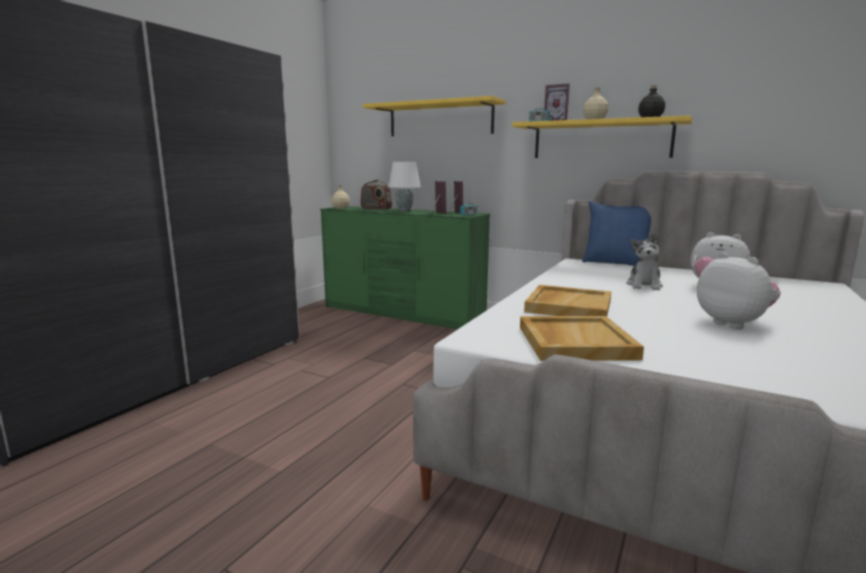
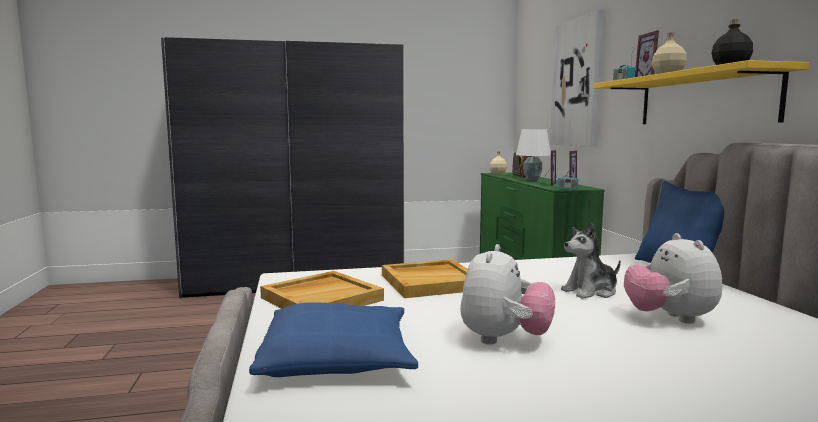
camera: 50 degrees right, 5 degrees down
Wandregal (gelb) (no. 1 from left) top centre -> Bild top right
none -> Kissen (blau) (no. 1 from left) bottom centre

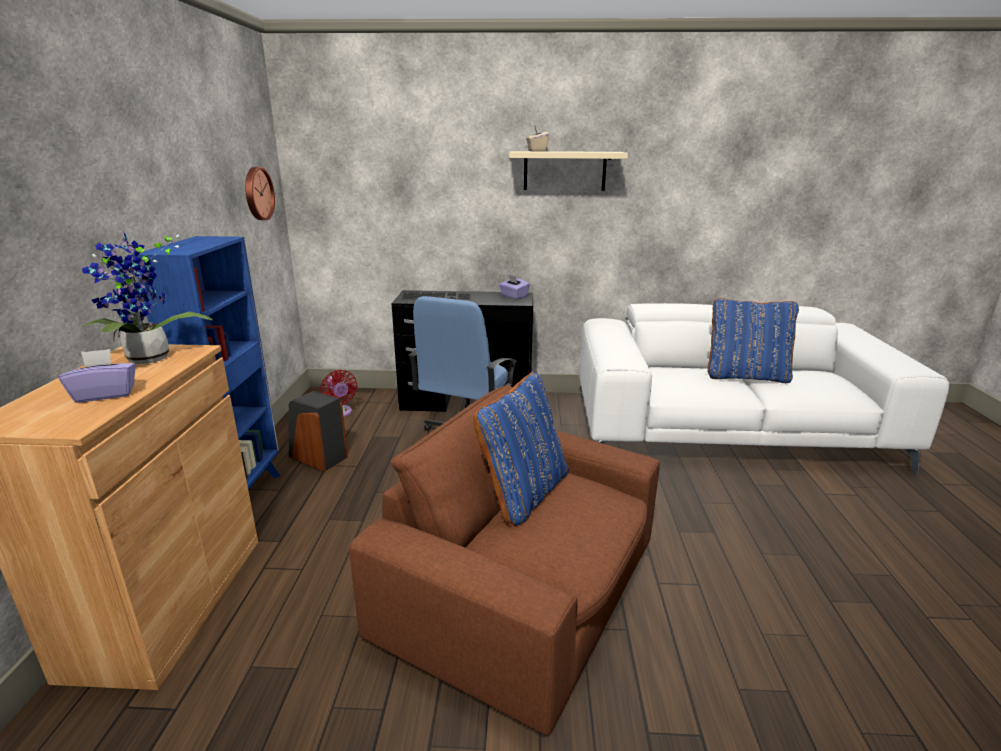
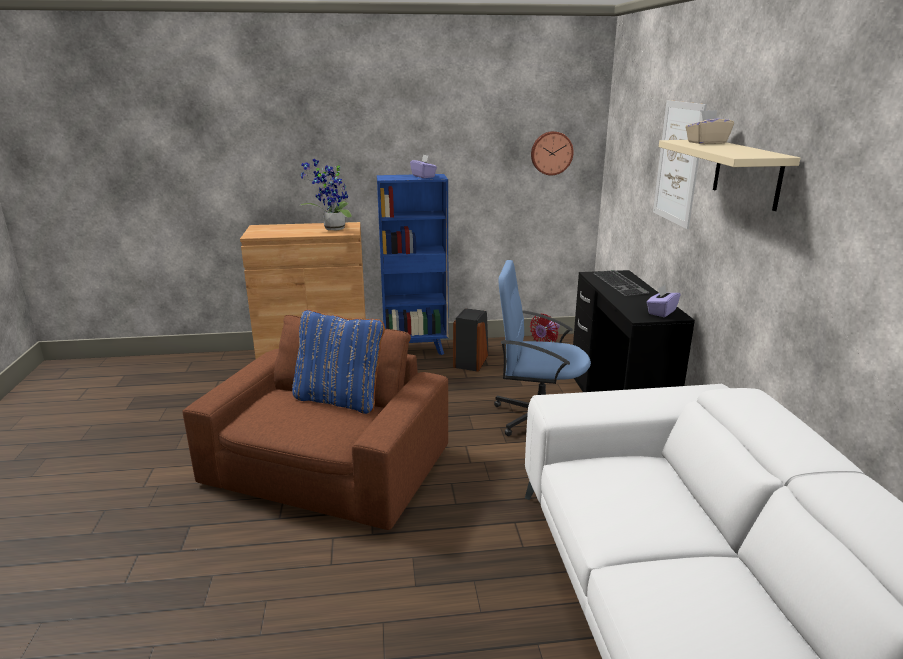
camera: 80 degrees right, 0 degrees up
Taschentuchbox (lila) (no. 1 from left) middle left -> Taschentuchbox (lila) (no. 1 from left) top centre, relocated
Kissen (blau) (no. 2 from left) middle right -> none
none -> Bild top right

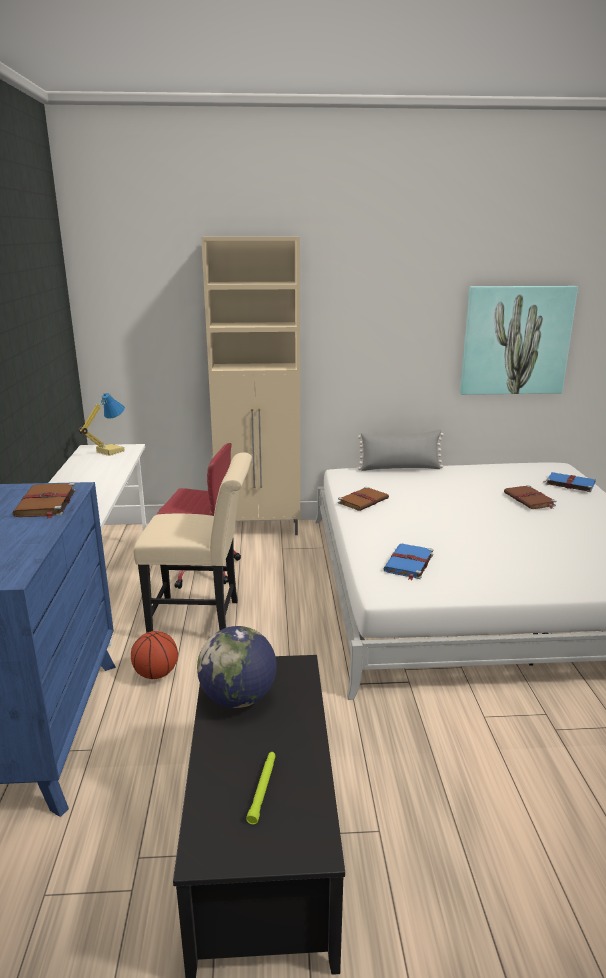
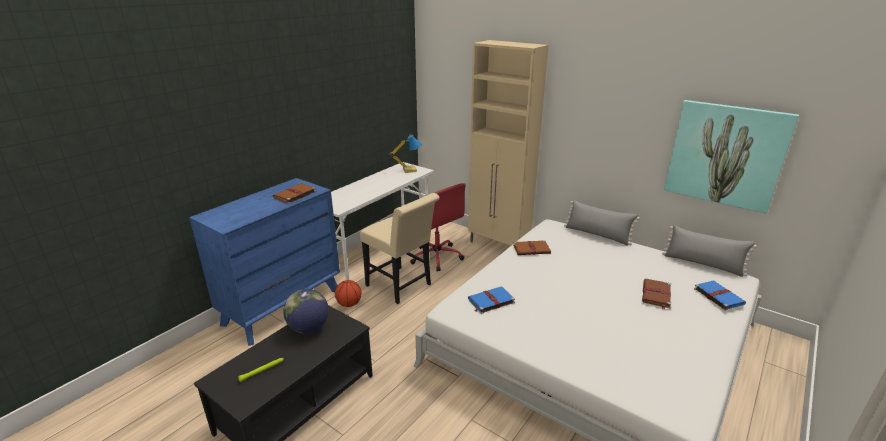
camera: 40 degrees right, 5 degrees up
none -> Kissen (grau) (no. 2 from left) middle right

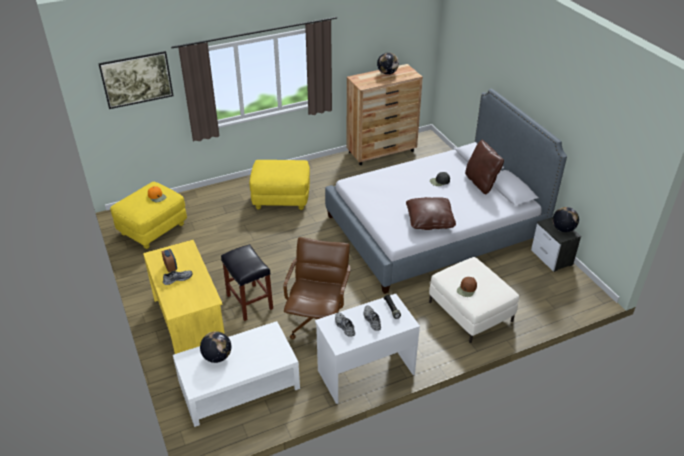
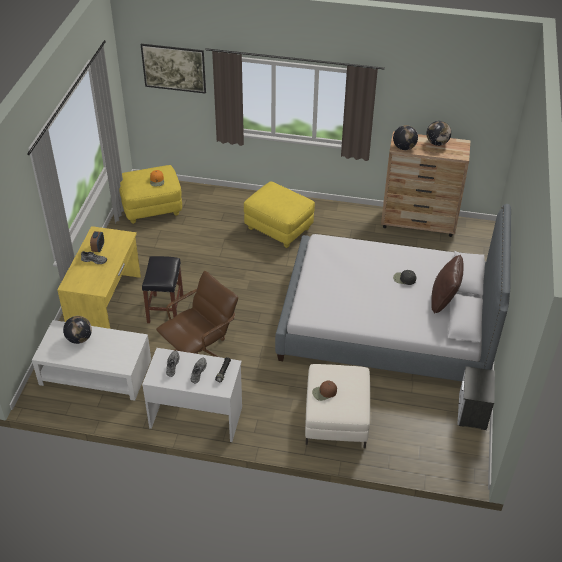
camera: 35 degrees right, 5 degrees up
Kissen (braun) (no. 1 from left) centre -> none
Globus (no. 3 from left in the first image) middle right -> Globus (no. 2 from left) top right, relocated

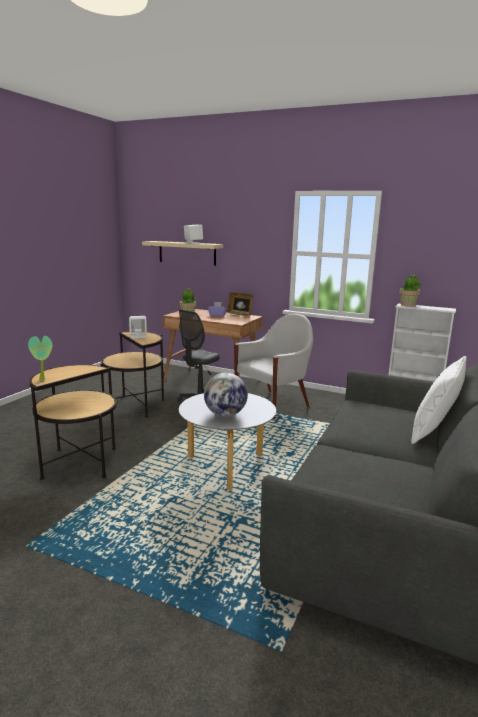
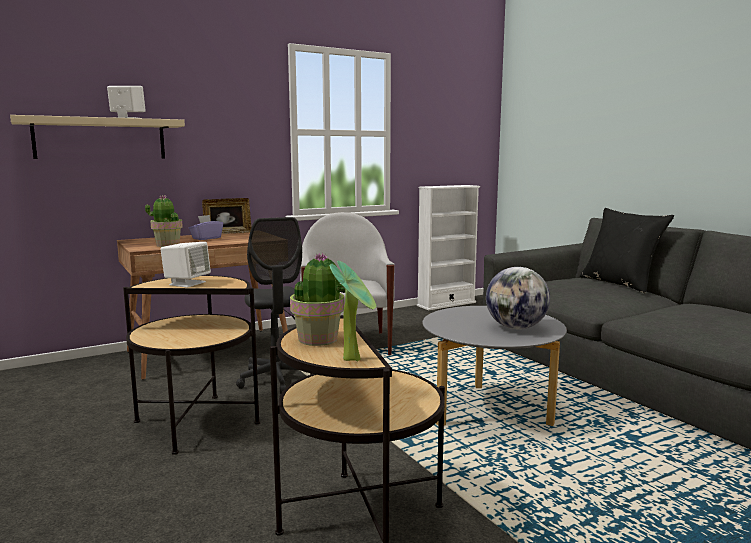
camera: 55 degrees left, 5 degrees down
Topfpflanze (no. 3 from left in the first image) middle right -> Topfpflanze (no. 2 from left) centre, relocated
Kissen (weiß) middle right -> Kissen (schwarz) middle right

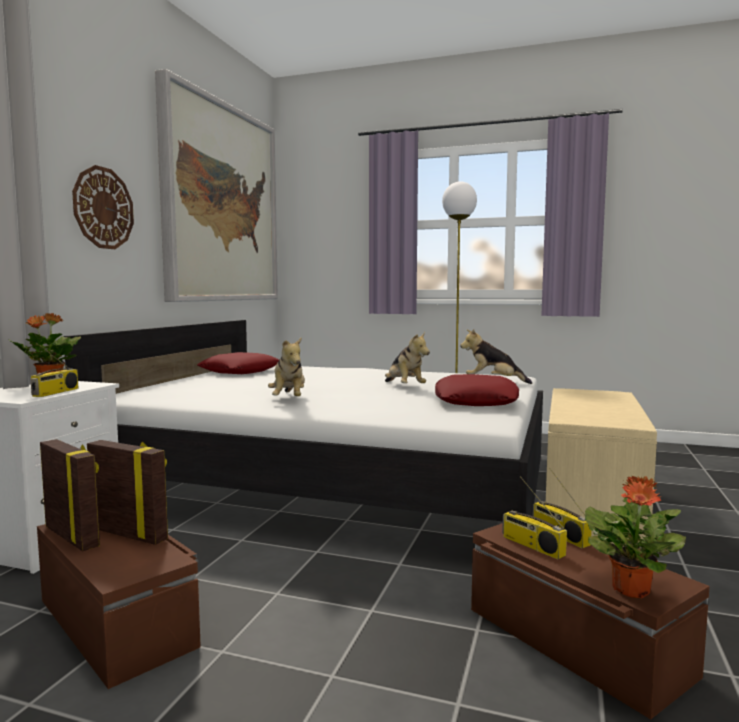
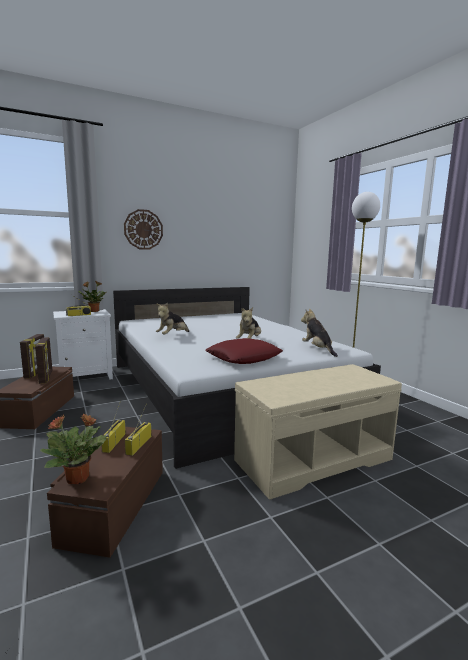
camera: 45 degrees right, 5 degrees up
Bild top left -> none
Kissen (rot) (no. 1 from left) middle left -> none

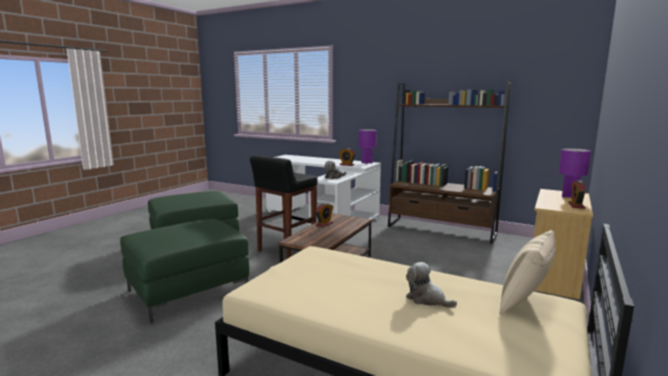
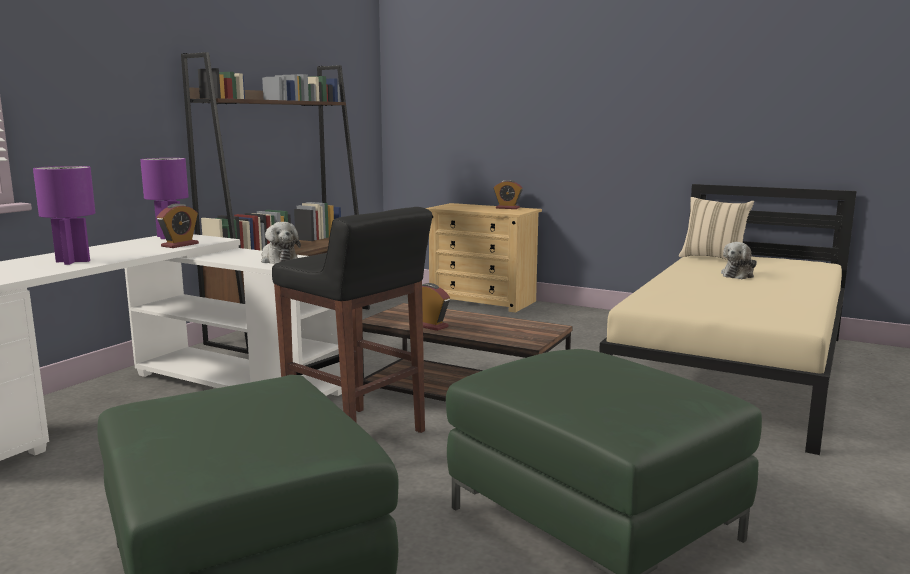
camera: 90 degrees left, 0 degrees up
Tischlampe (lila) (no. 2 from left in the first image) middle right -> Tischlampe (lila) (no. 1 from left) middle left, relocated

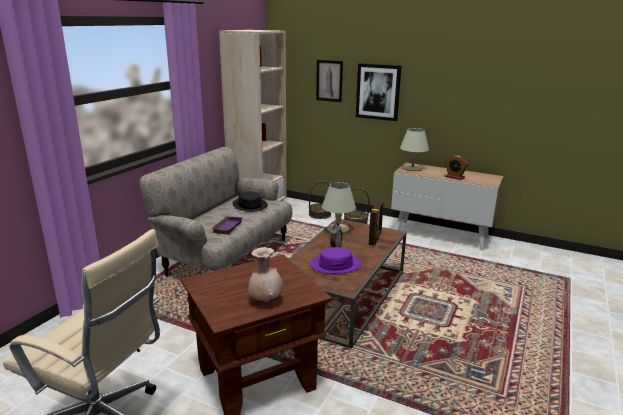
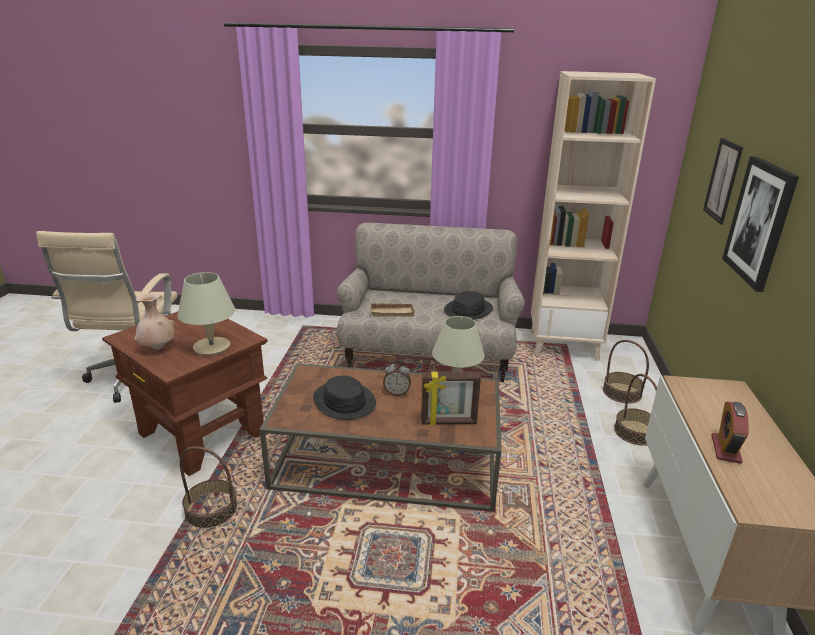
camera: 70 degrees right, 5 degrees up
Tablett (lila) centre -> Tablett (beige) centre
Hut (lila) centre -> Hut (schwarz) (no. 1 from left) centre
Tischlampe (beige) (no. 2 from left in the first image) centre -> Tischlampe (beige) (no. 1 from left) middle left, relocated
none -> Korb (no. 1 from left) bottom left

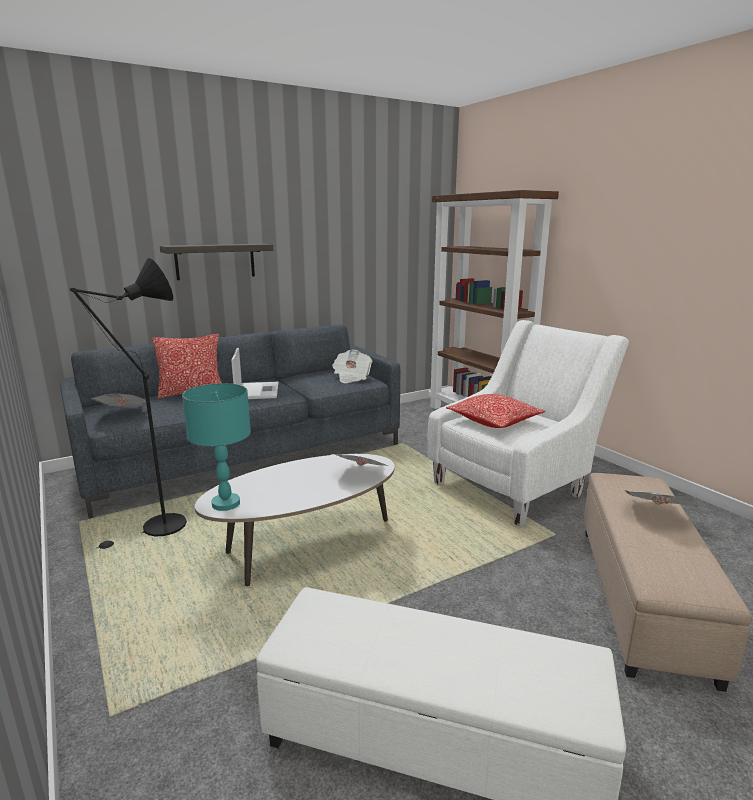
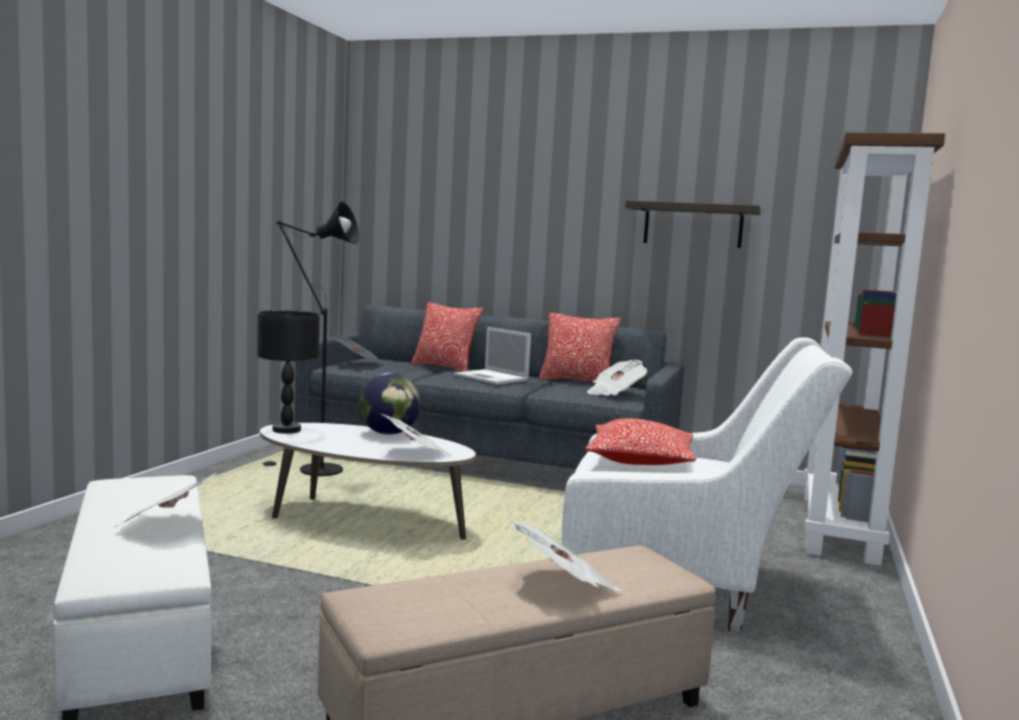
camera: 50 degrees right, 10 degrees down
Wandregal top left -> Wandregal top right, relocated
Tischlampe (türkis) middle left -> Tischlampe (schwarz) middle left
Laptop centre, 90 degrees clockwise
none -> Zeitung (no. 1 from left) bottom left
none -> Globus centre
none -> Kissen (no. 2 from left) centre

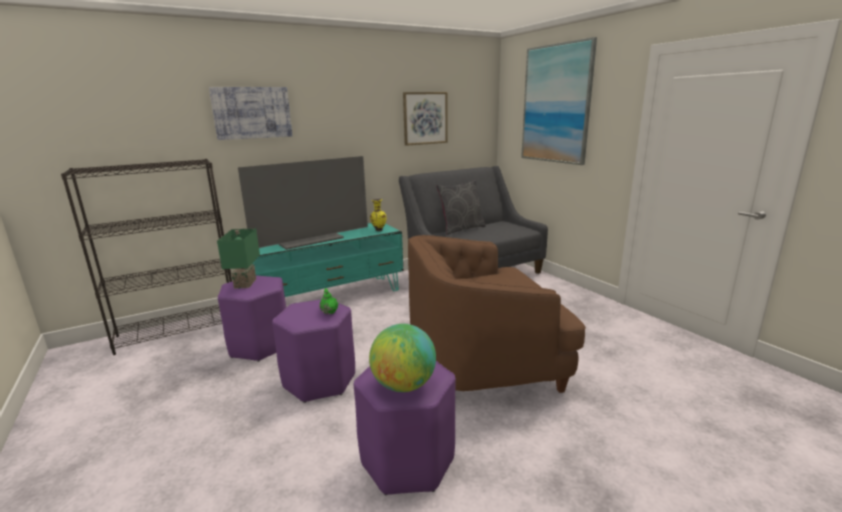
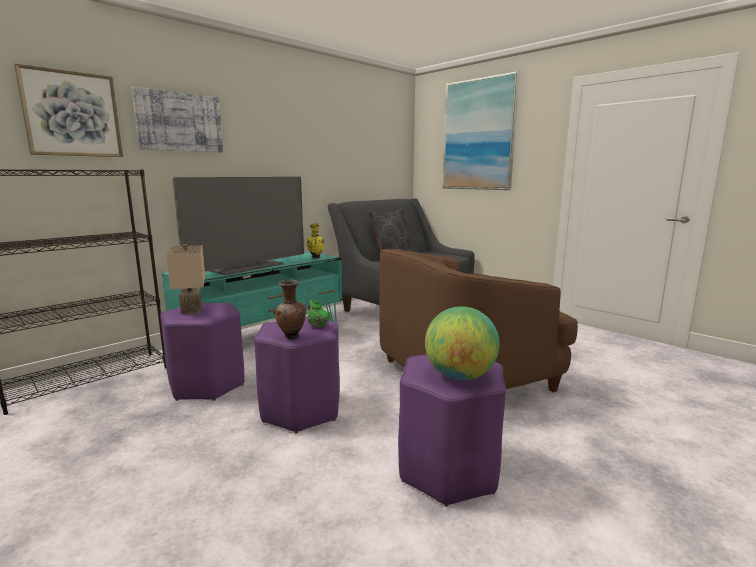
camera: 15 degrees left, 5 degrees down
Tischlampe (grün) middle left -> Tischlampe (beige) middle left
Bild (no. 2 from left in the first image) top centre -> Bild (no. 1 from left) top left, relocated
none -> Vase (braun) centre

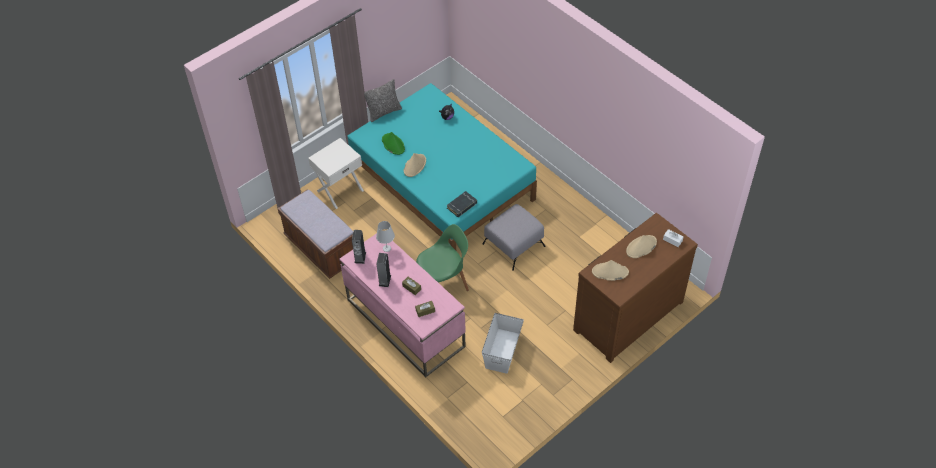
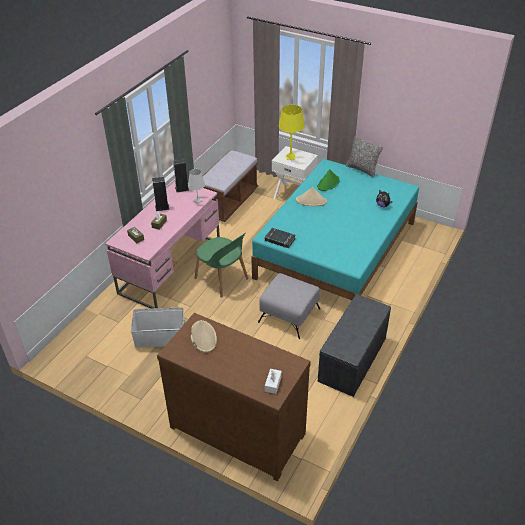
camera: 70 degrees right, 10 degrees down
Hut (beige) (no. 3 from left) middle right -> none
none -> Tischlampe (gelb) top centre
none -> Bank (grau) middle right

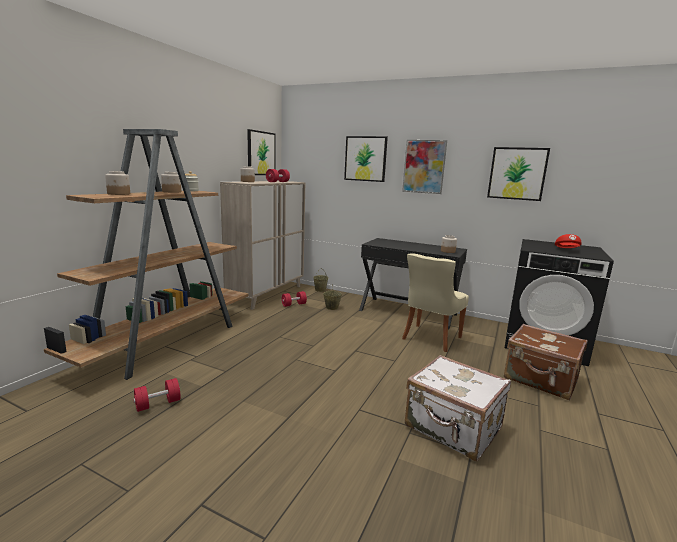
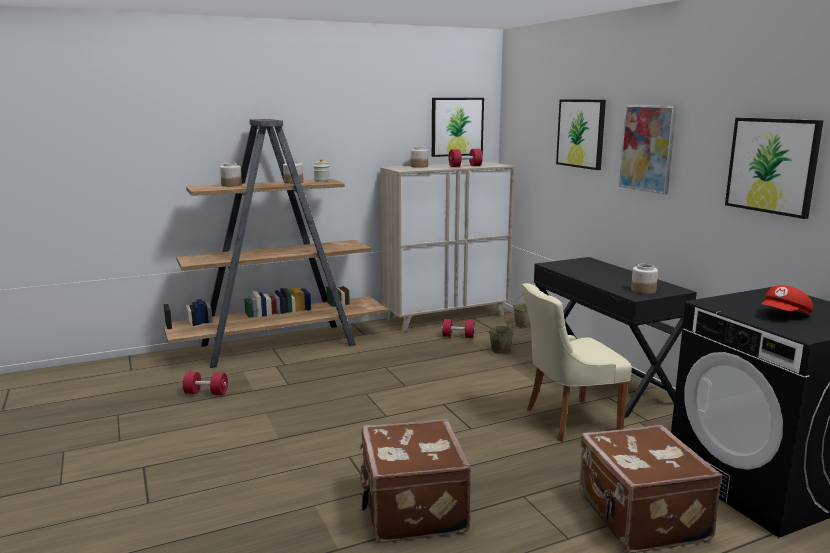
camera: 40 degrees right, 0 degrees up
Koffer (weiß) bottom right -> Koffer (braun) (no. 1 from left) bottom centre

